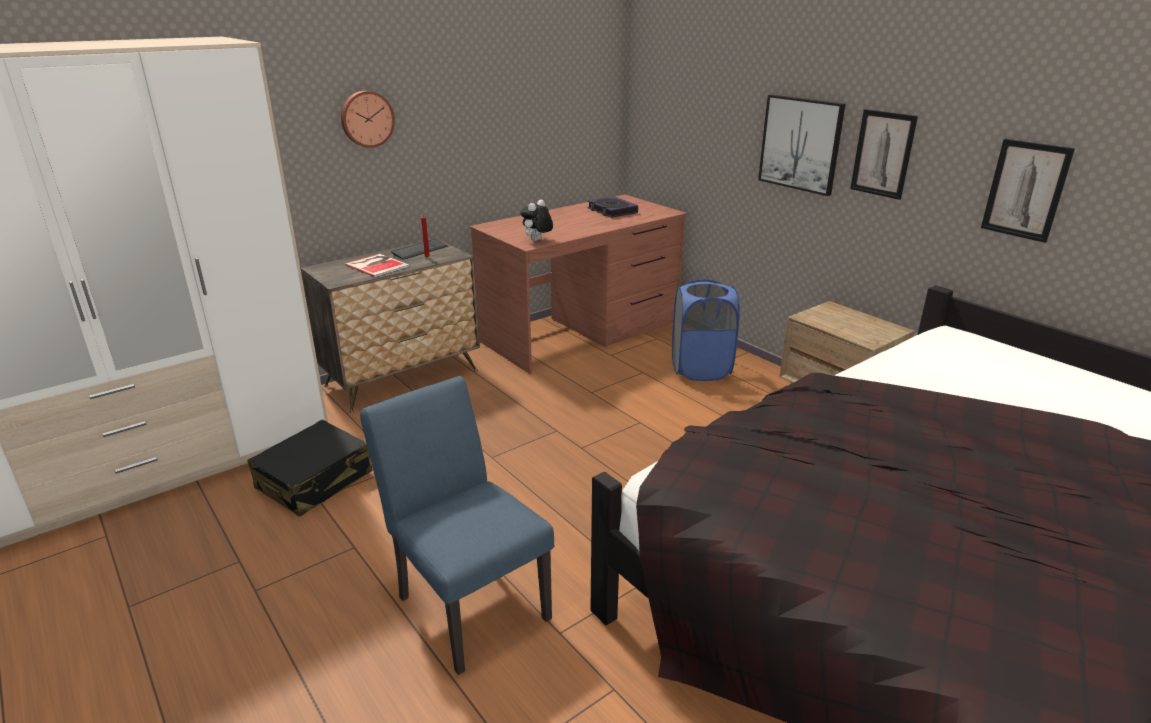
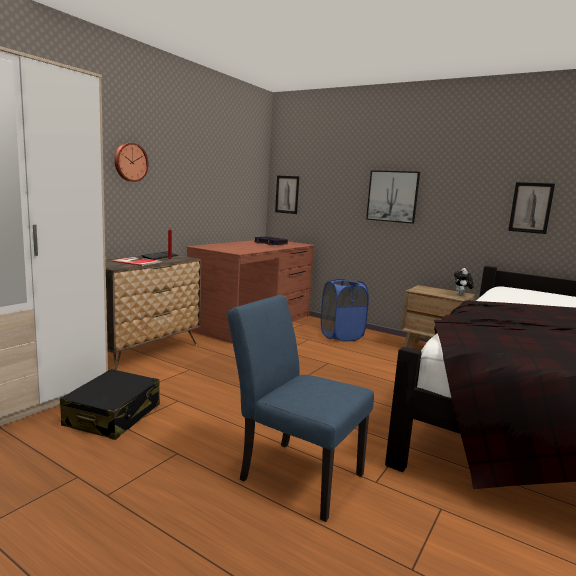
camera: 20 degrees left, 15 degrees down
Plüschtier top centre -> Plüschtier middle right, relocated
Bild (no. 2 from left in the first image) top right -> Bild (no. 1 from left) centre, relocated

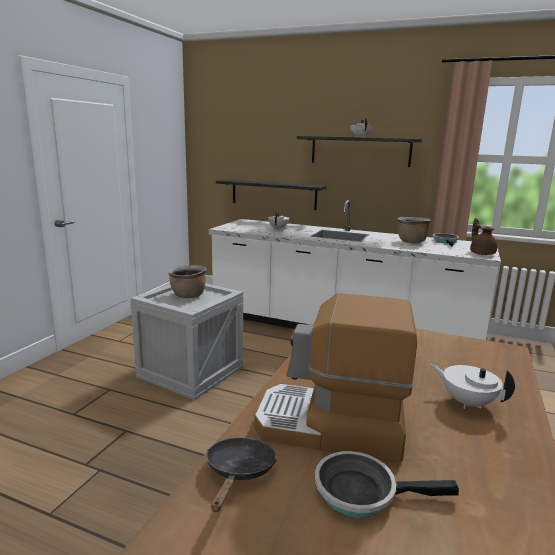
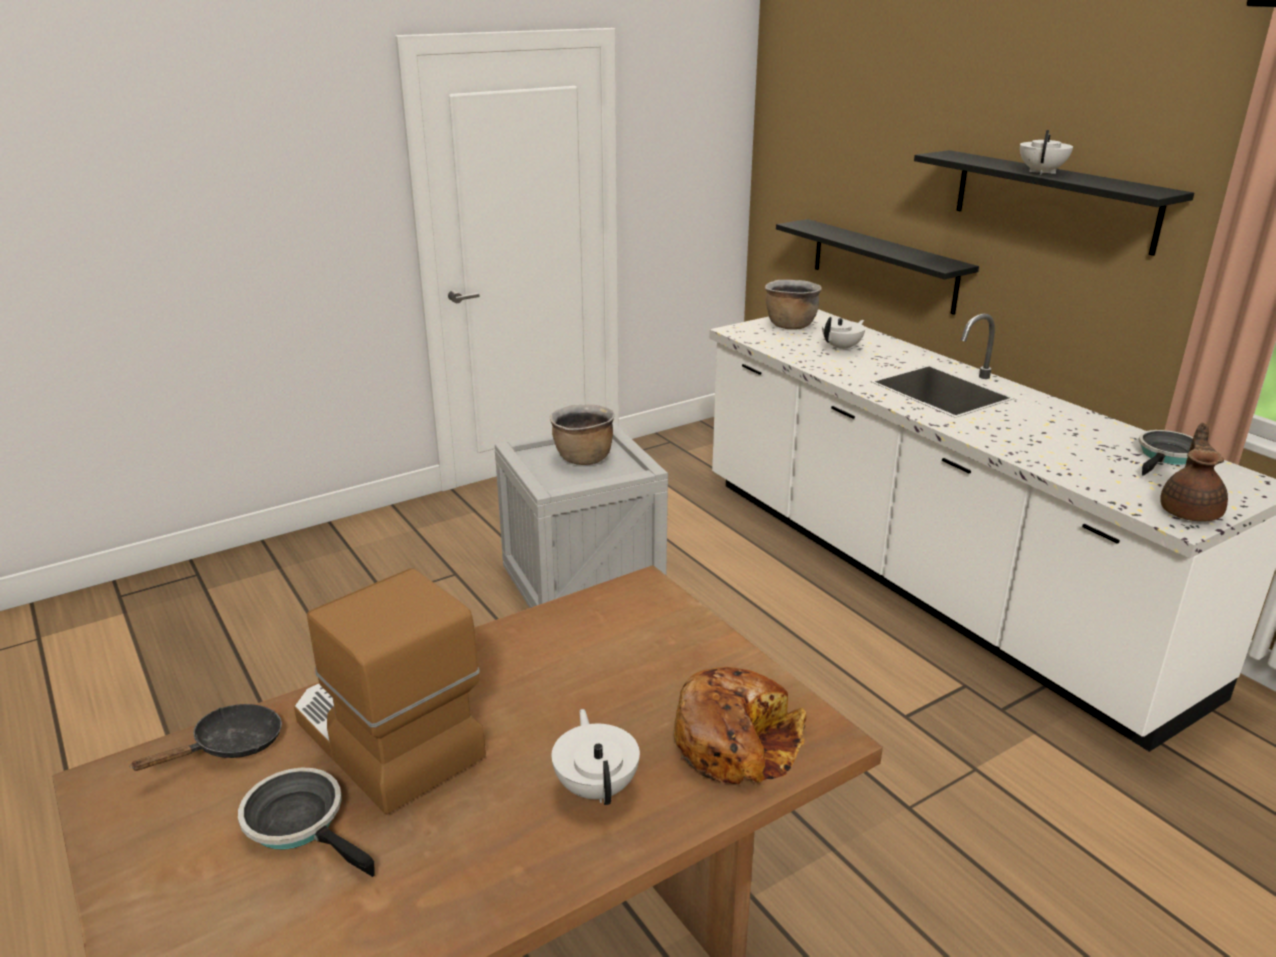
camera: 35 degrees right, 10 degrees up
Kochtopf (braun) (no. 2 from left) middle right -> Kochtopf (braun) (no. 2 from left) top centre, relocated
none -> Brot bottom centre

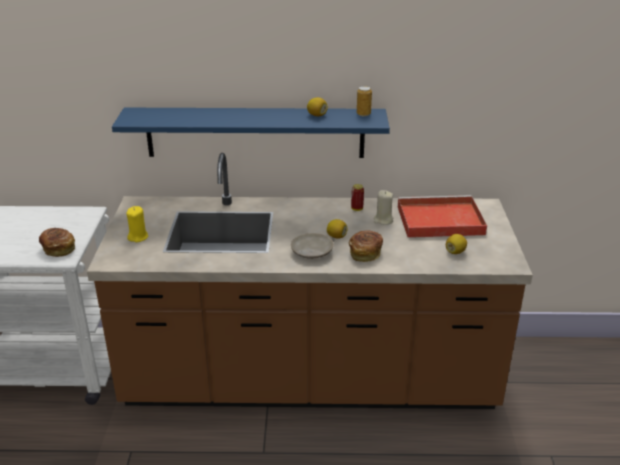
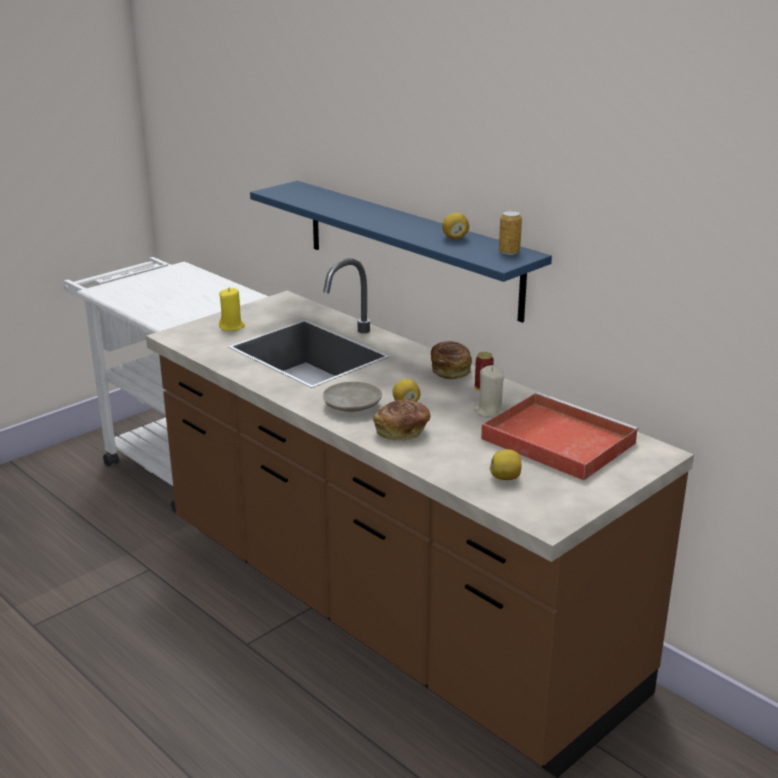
camera: 45 degrees right, 5 degrees down
Brot (no. 1 from left in the first image) middle left -> Brot (no. 2 from left) centre, relocated

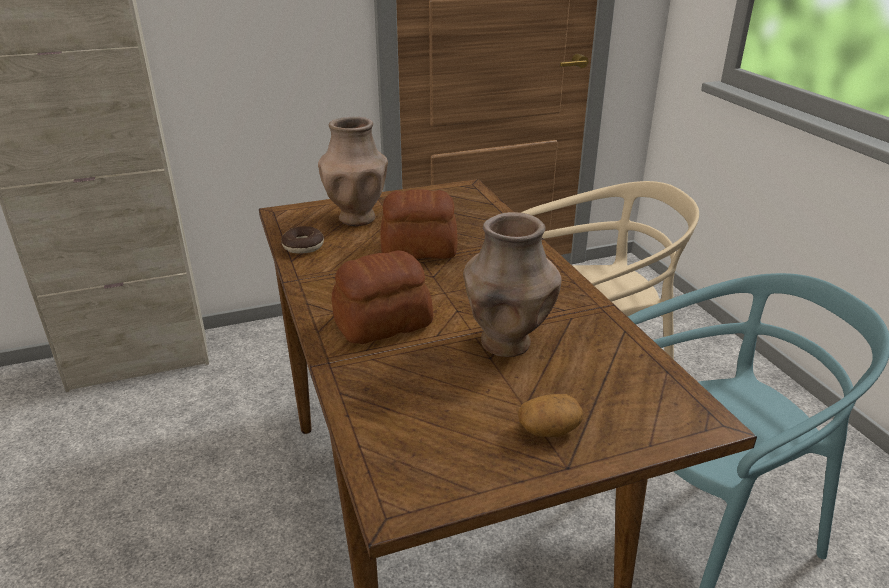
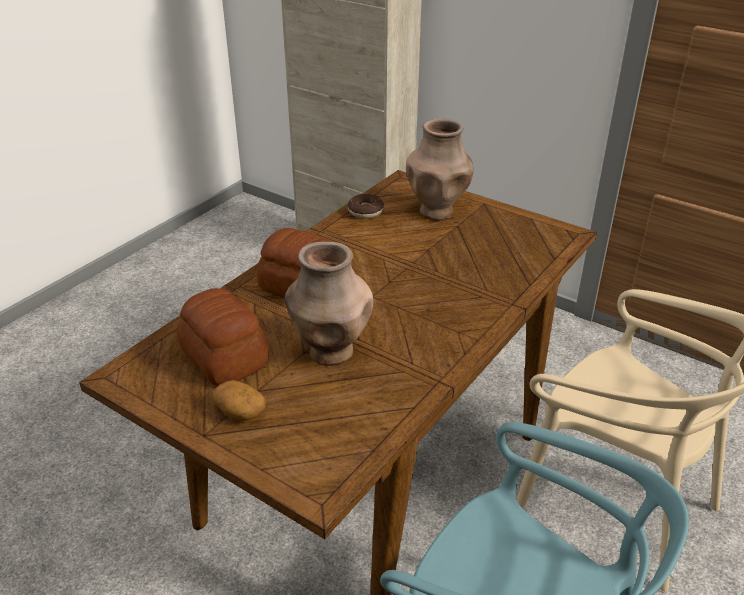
camera: 55 degrees right, 5 degrees up
Brot (no. 2 from left in the first image) centre -> Brot (no. 1 from left) middle left, relocated

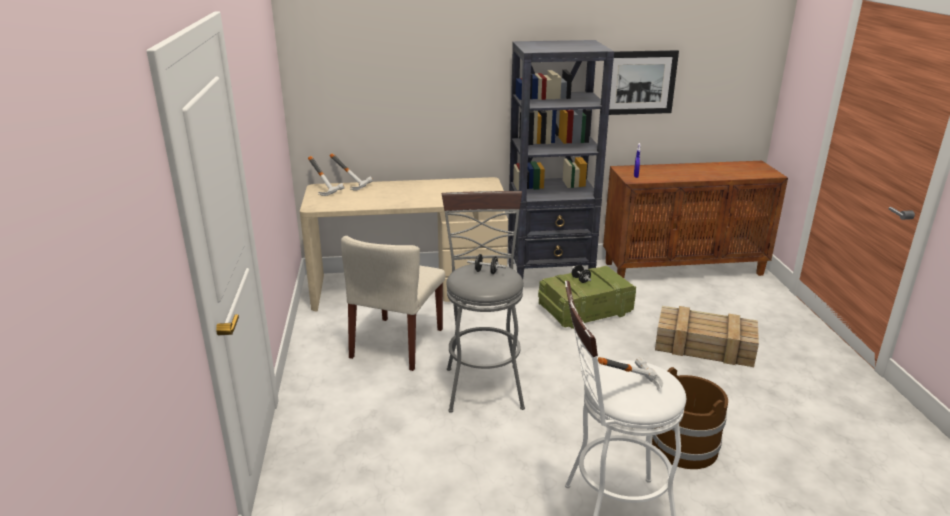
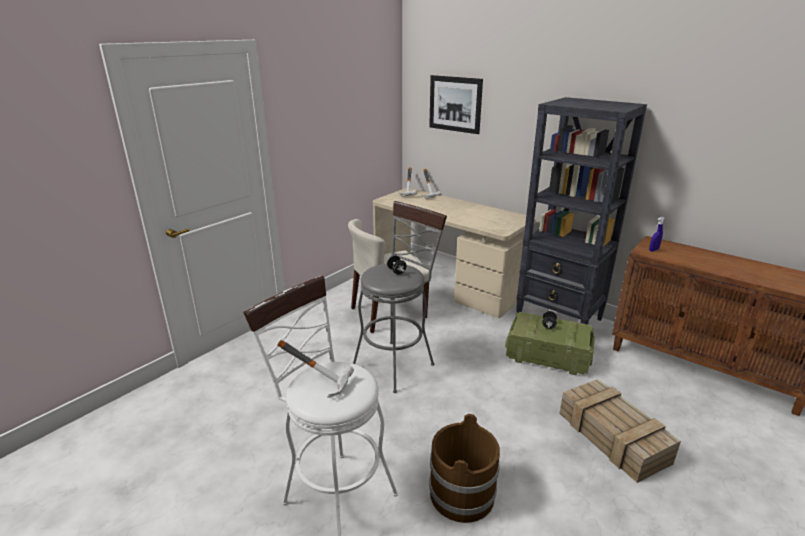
camera: 45 degrees right, 0 degrees up
Bild top right -> Bild top centre, relocated

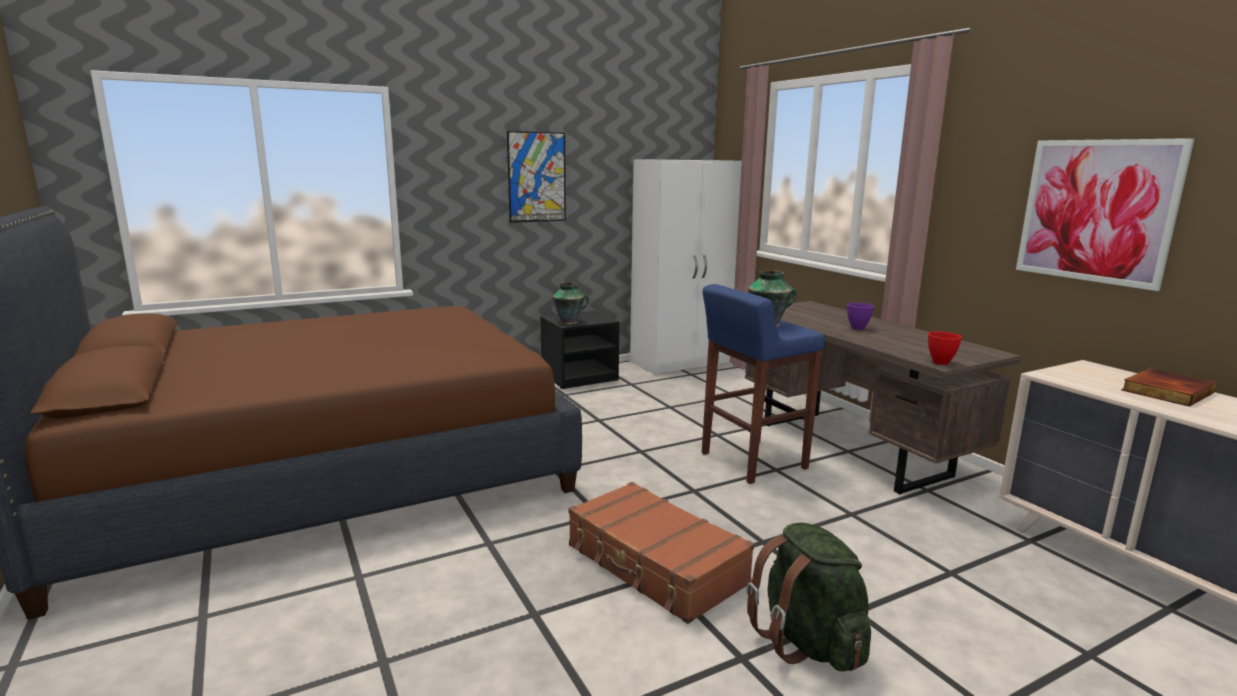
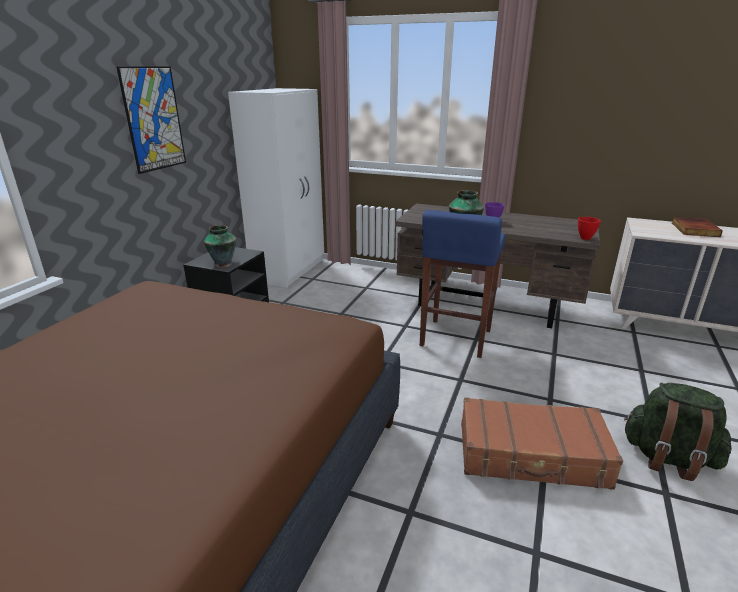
camera: 40 degrees left, 10 degrees up
Bild (no. 2 from left) top right -> none

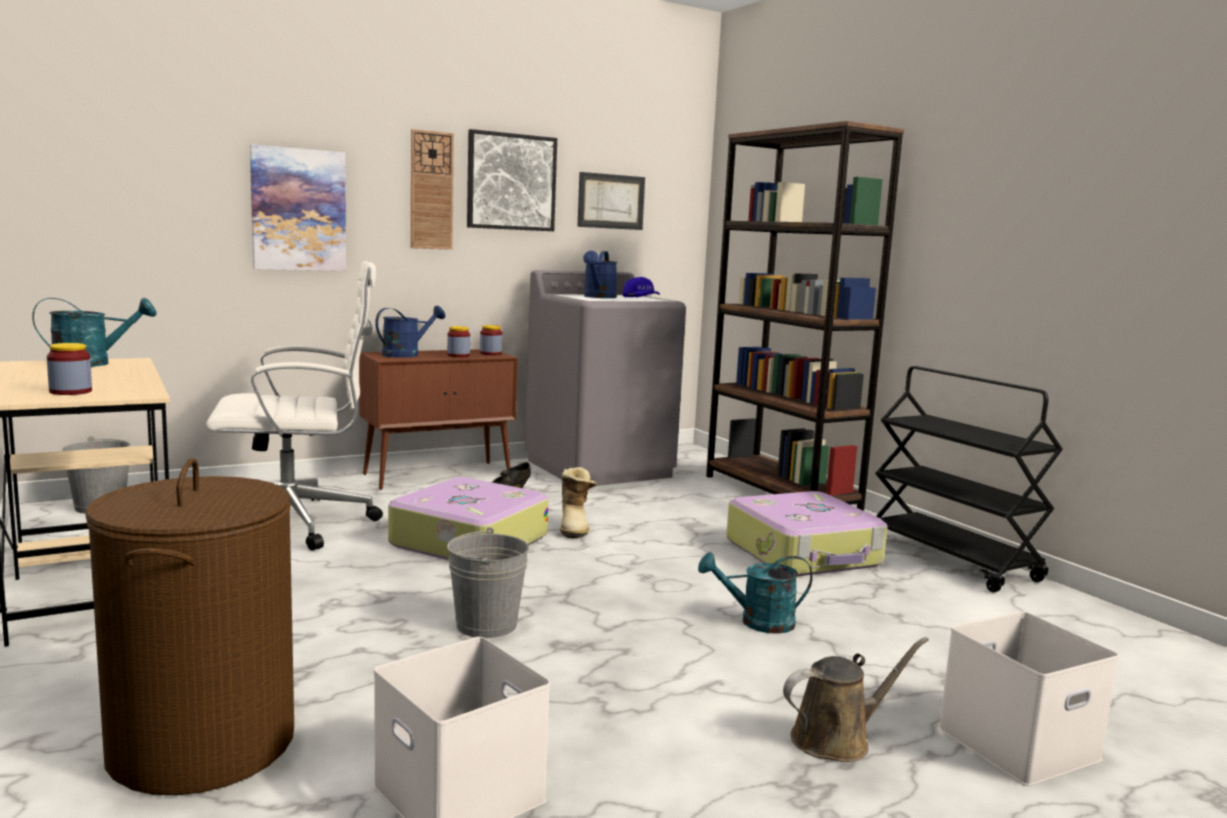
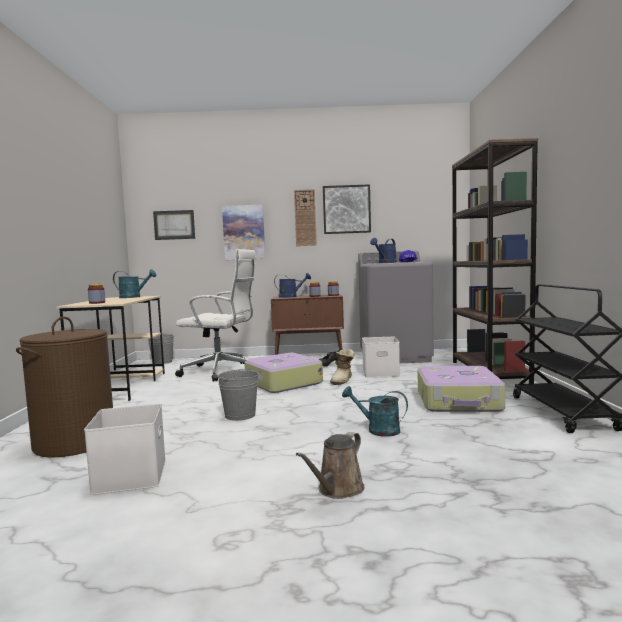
camera: 30 degrees right, 5 degrees down
Bild (no. 3 from left in the first image) top centre -> Bild (no. 1 from left) middle left, relocated
Gießkanne (braun) bottom right -> Gießkanne (braun) bottom centre, 120 degrees clockwise
Aufbewahrungsbox (weiß) (no. 2 from left) bottom right -> Aufbewahrungsbox (weiß) (no. 2 from left) centre, relocated

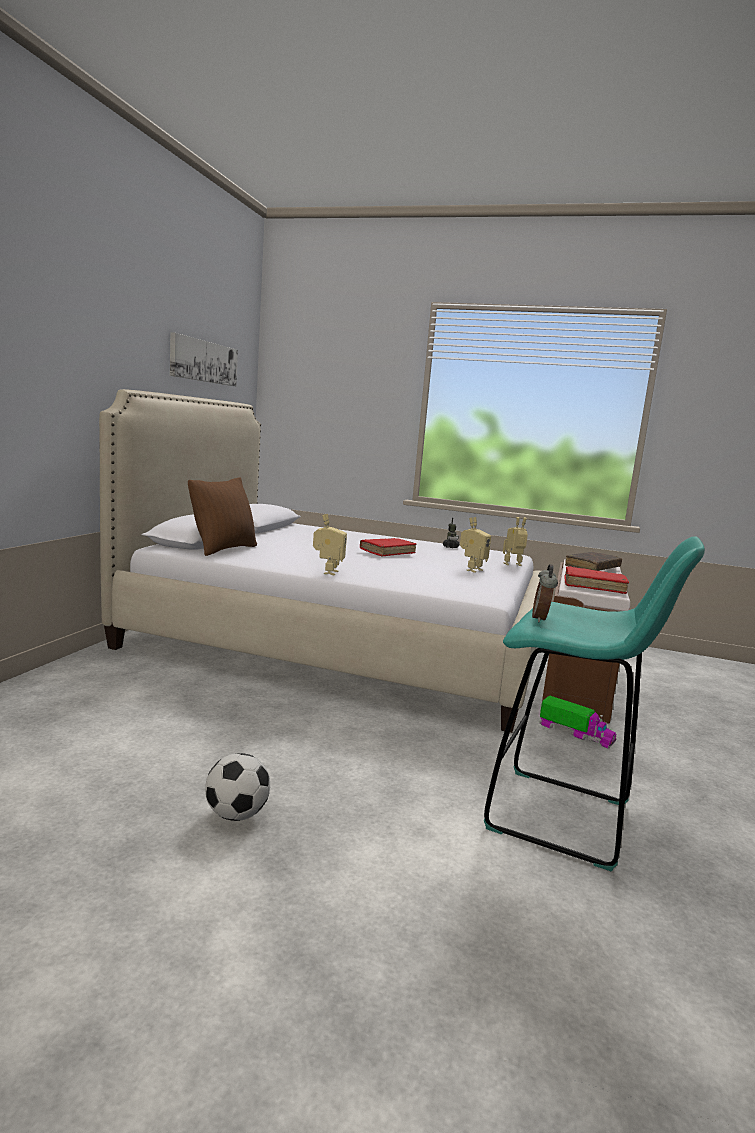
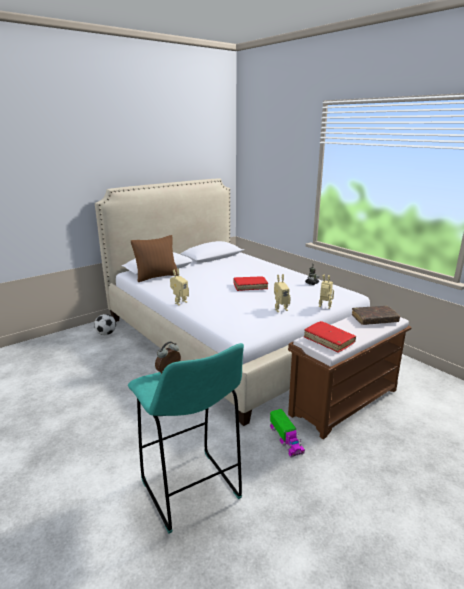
camera: 35 degrees right, 10 degrees up
Bild top left -> none
Fußball bottom left -> Fußball middle left, relocated

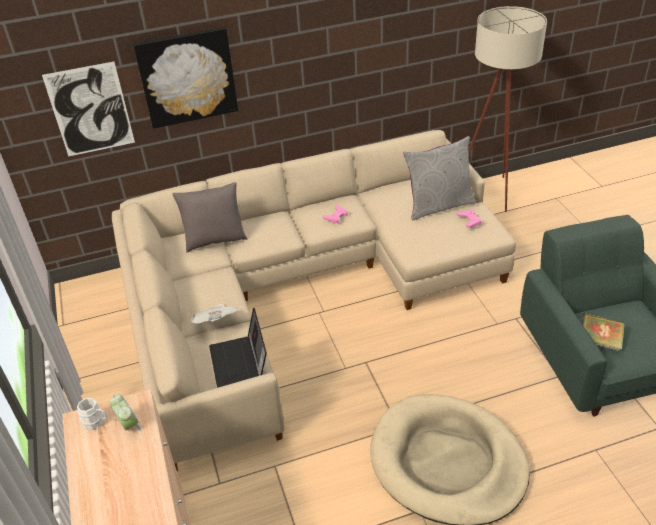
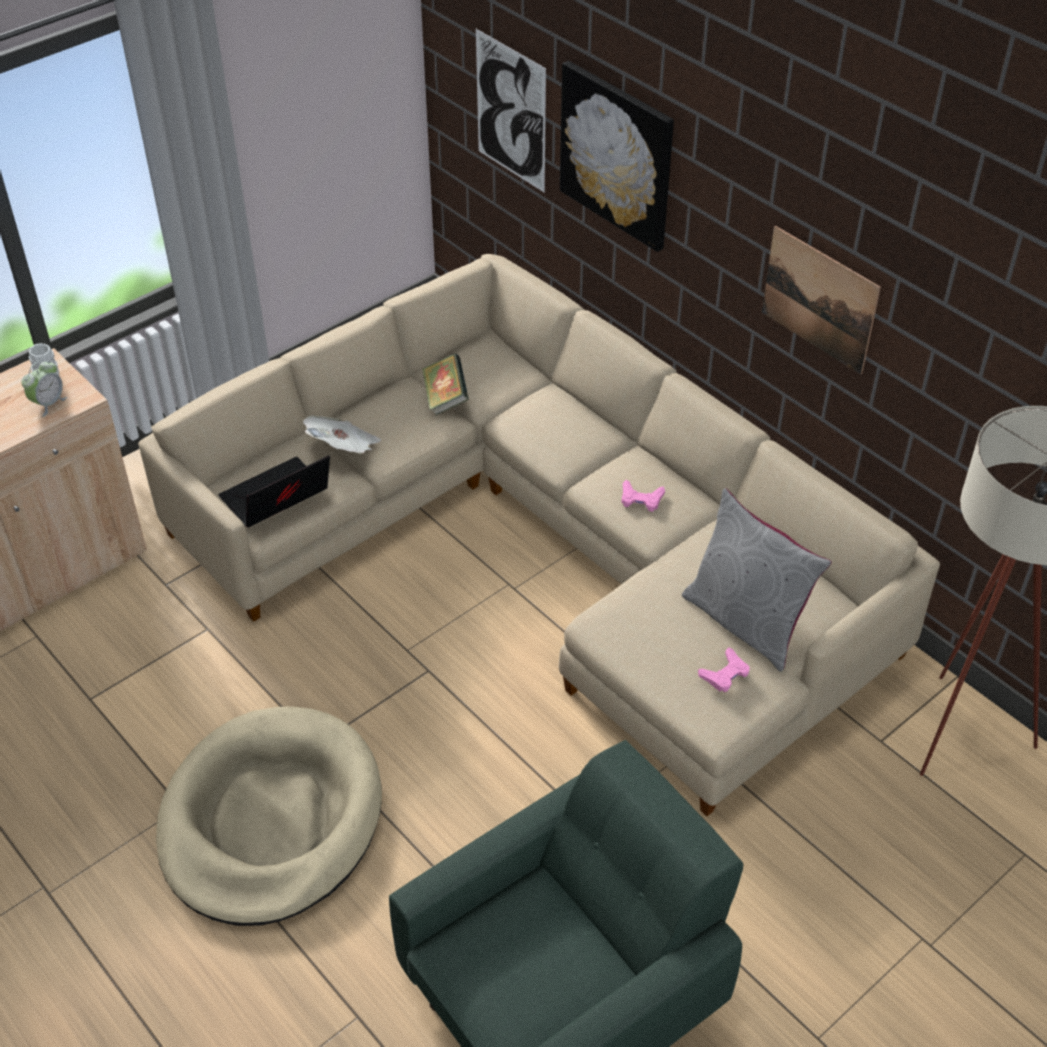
camera: 65 degrees right, 5 degrees up
Kissen (grau) (no. 1 from left) middle left -> none
Buch middle right -> Buch centre, relocated
none -> Bild (no. 3 from left) top right

